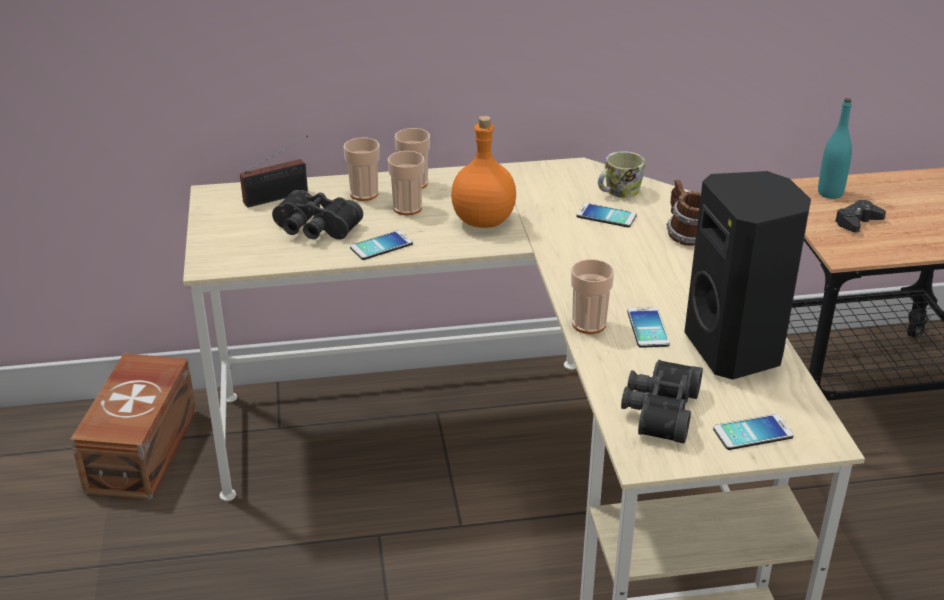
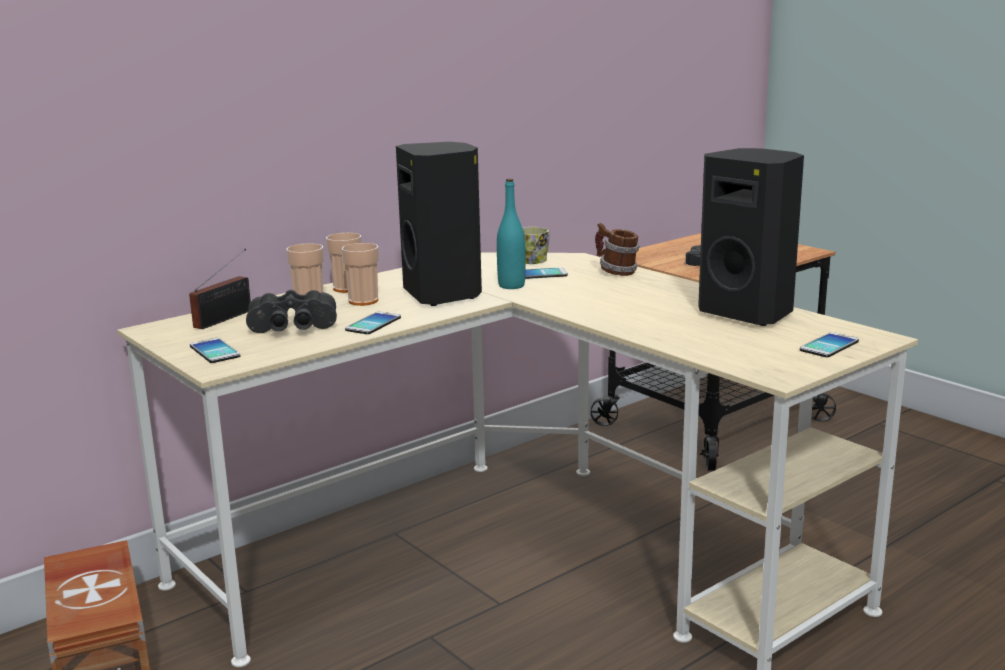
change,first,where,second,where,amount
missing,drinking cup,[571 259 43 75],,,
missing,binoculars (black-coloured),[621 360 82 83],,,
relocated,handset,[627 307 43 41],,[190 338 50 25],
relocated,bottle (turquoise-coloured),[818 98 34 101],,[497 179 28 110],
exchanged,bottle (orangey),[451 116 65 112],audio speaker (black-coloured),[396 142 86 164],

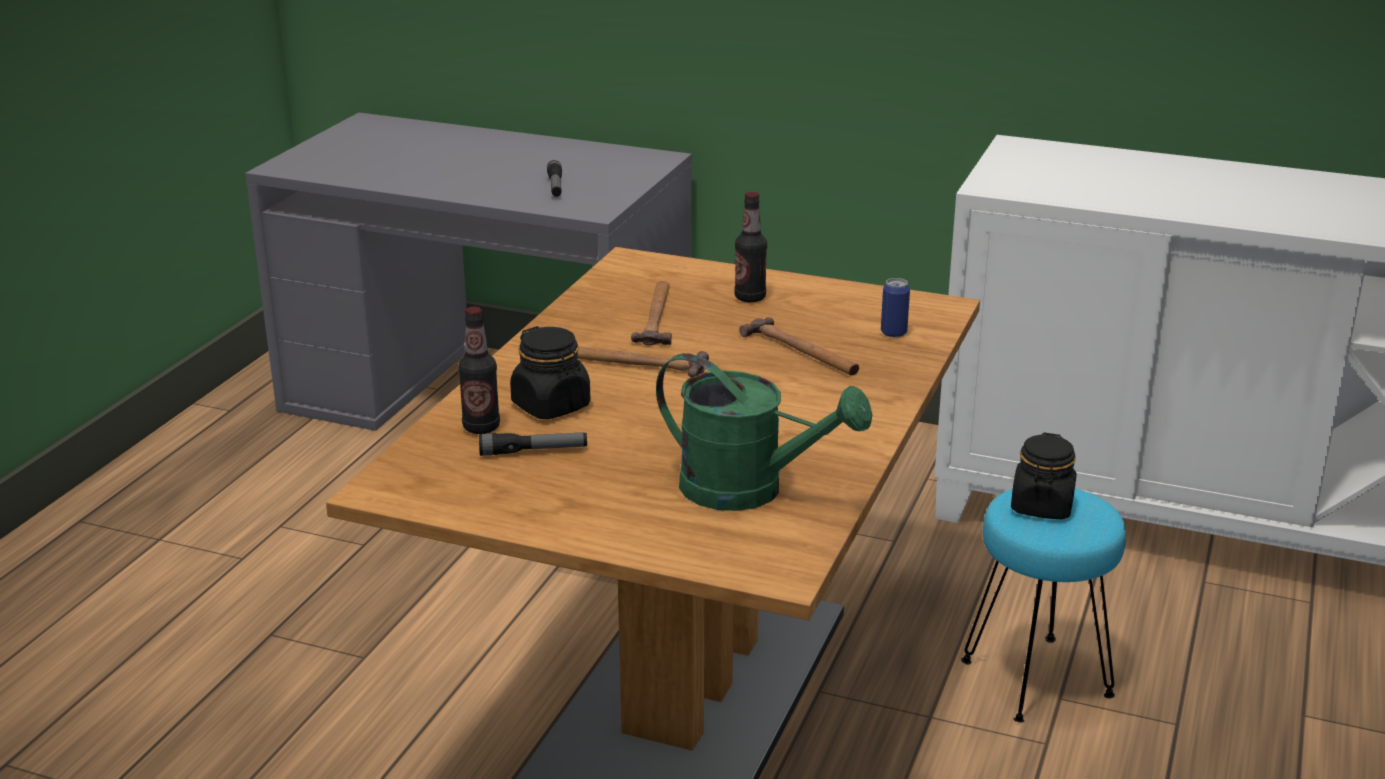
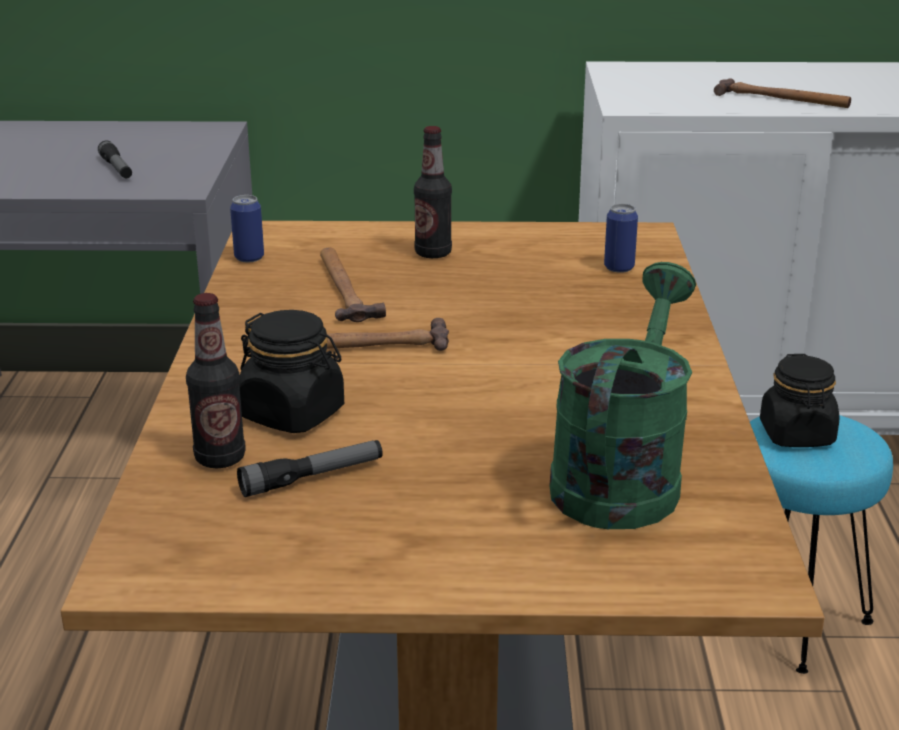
change,first,where,second,where,amount
appeared,,,sealed can,[230 195 34 67],
relocated,tool hammer,[739 317 120 59],,[714 78 137 30],
spun,watering pot (green),[656 353 216 158],,[549 262 147 267],75 degrees counterclockwise

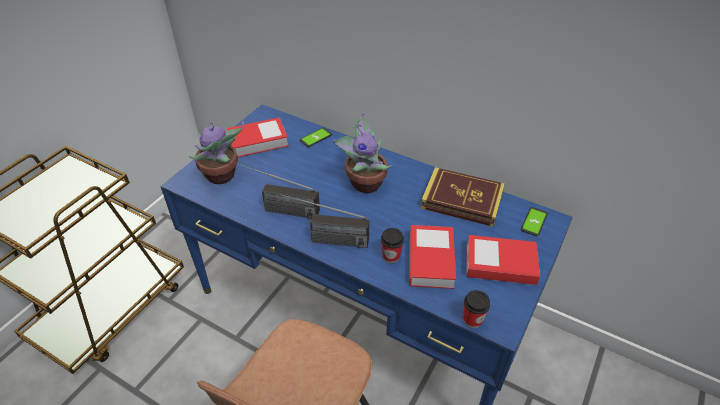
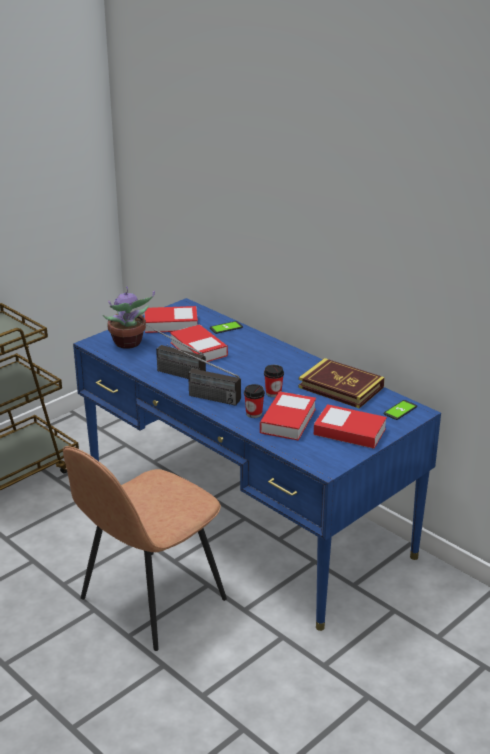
change,first,where,second,where,amount
missing,potted plant,[333 112 59 81],,,
appeared,,,volume,[170 324 58 38],
relocated,drinking cup,[463 290 27 38],,[264 365 20 32],

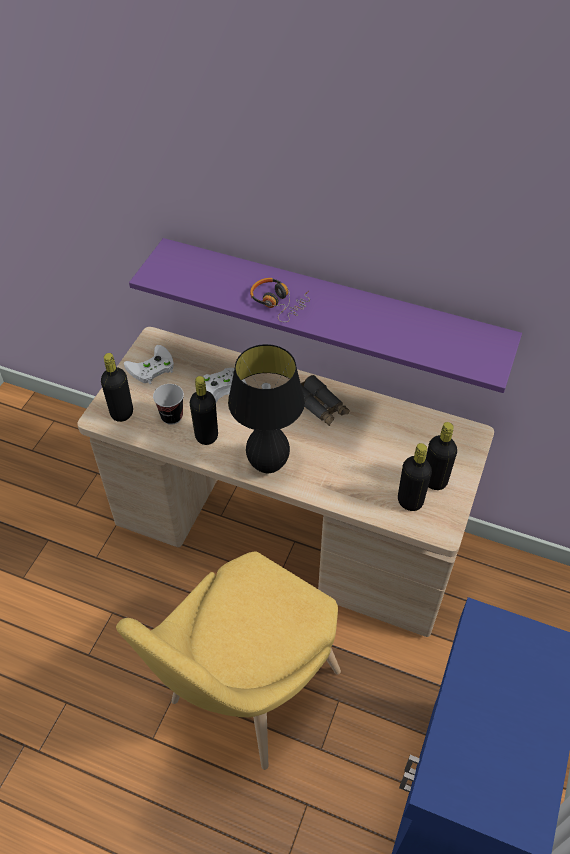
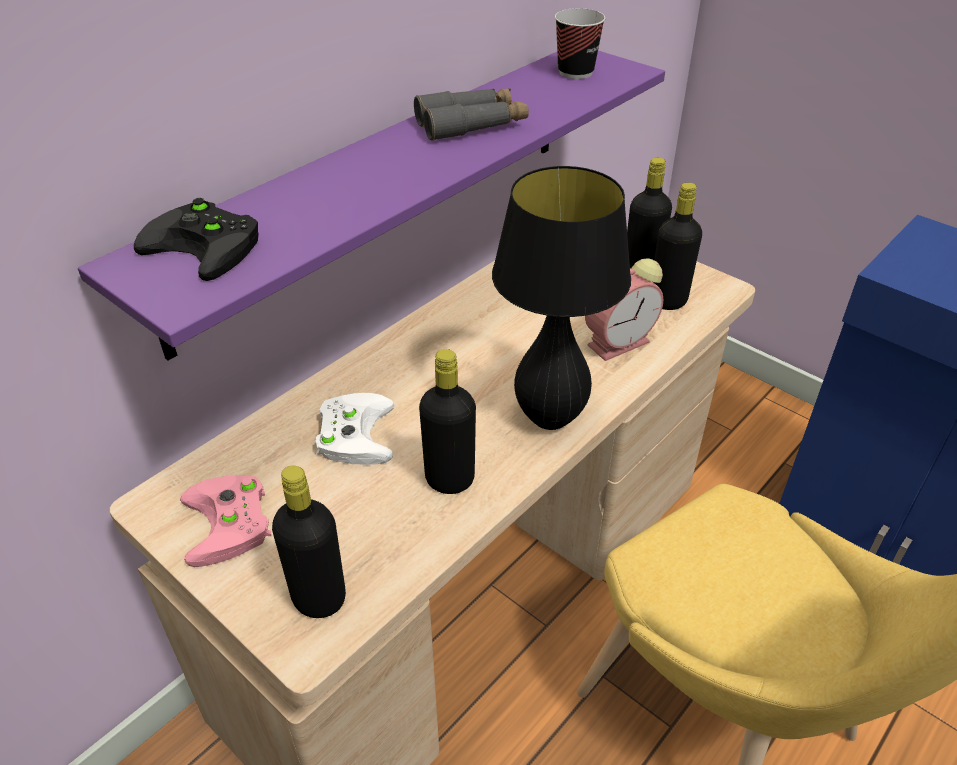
change,first,where,second,where,amount
missing,headset,[250 278 60 44],,,
appeared,,,joypad (black-coloured),[134 198 124 83],
appeared,,,alarm clock,[585 258 78 103],
relocated,drinking cup,[153 384 31 41],,[555 8 50 71],
relocated,binoculars (gray),[301 375 49 51],,[414 88 115 53],
colour,joypad (whitish),[124 345 50 40],joypad (pink),[180 476 91 91],

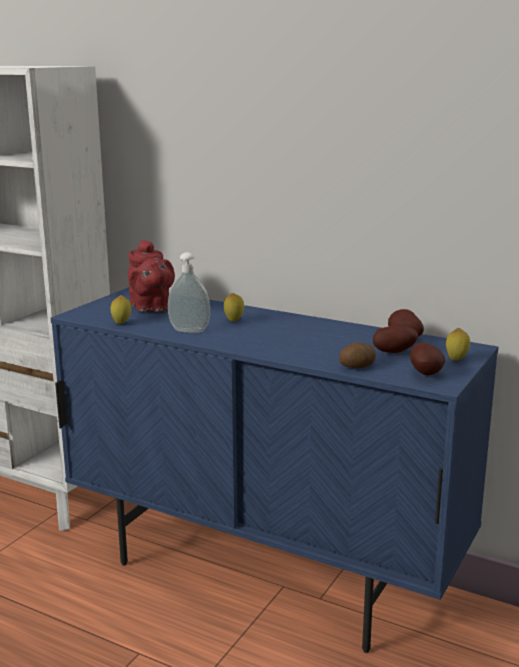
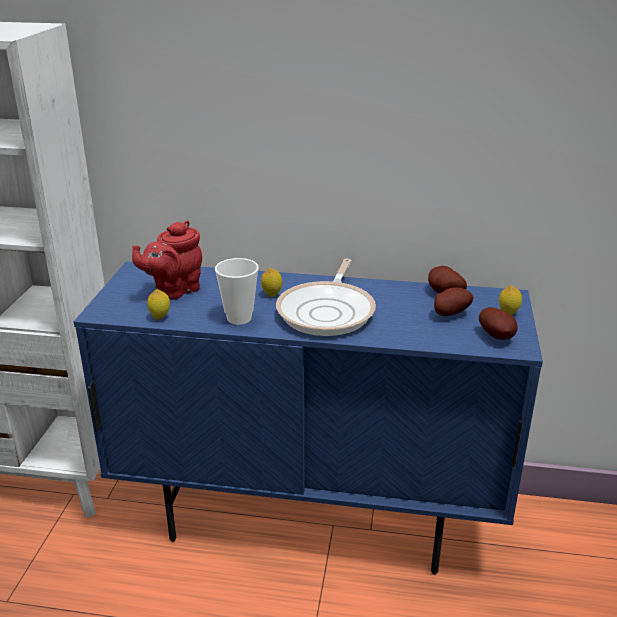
change,first,where,second,where,amount
missing,spud,[339 342 37 26],,,
appeared,,,frying pan,[276 259 100 77],
exchanged,soap bottle,[168 252 42 81],drinking cup,[215 258 44 67],
spun,teapot (red-coloured),[128 239 47 73],,[132 220 70 80],90 degrees clockwise

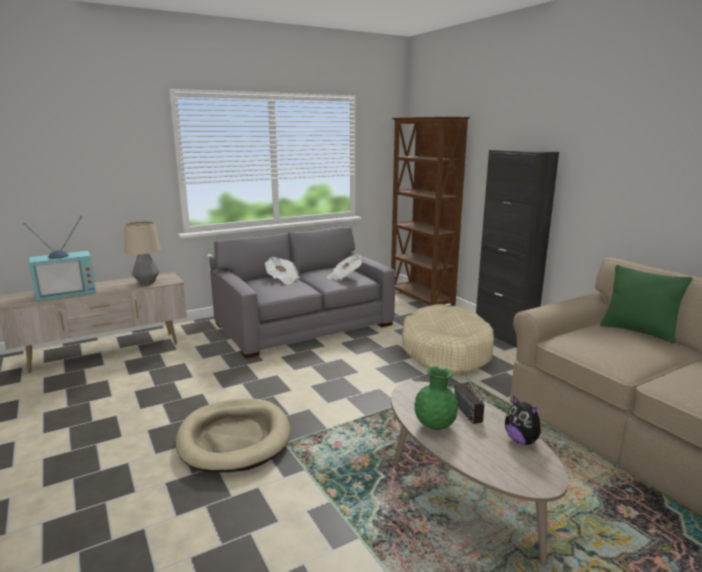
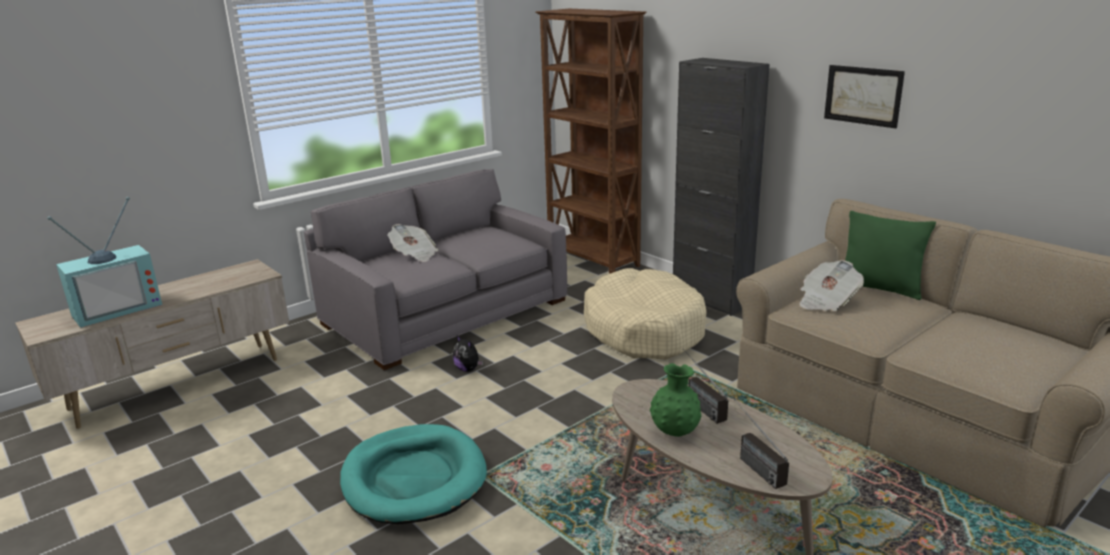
change,first,where,second,where,amount
missing,tabletop lamp,[124 221 37 64],,,
appeared,,,radio receiver,[734 399 55 90],
appeared,,,picture,[824 65 81 63],
relocated,daily paper,[327 255 35 25],,[800 260 64 51],
relocated,cuddly toy,[505 395 43 50],,[453 335 30 37],
colour,pet bed (sand-coloured),[176 399 114 73],pet bed (turquoise-coloured),[340 424 147 100],

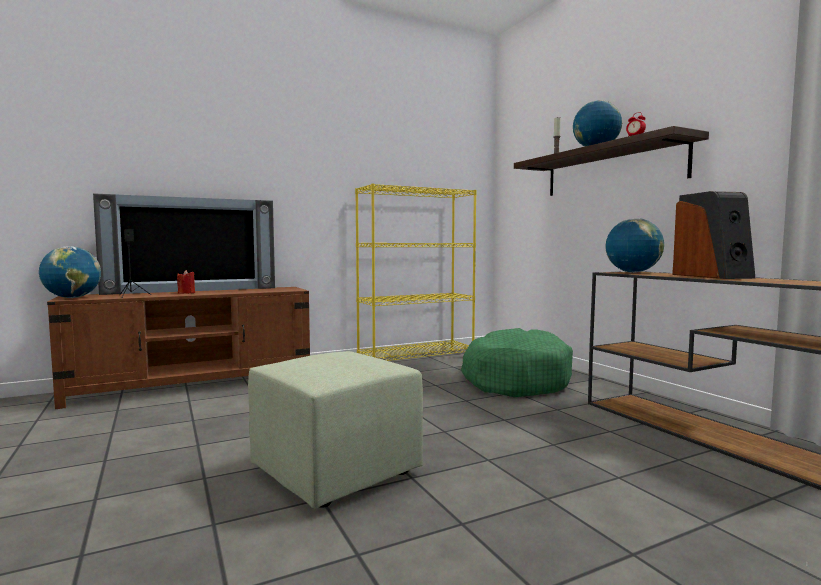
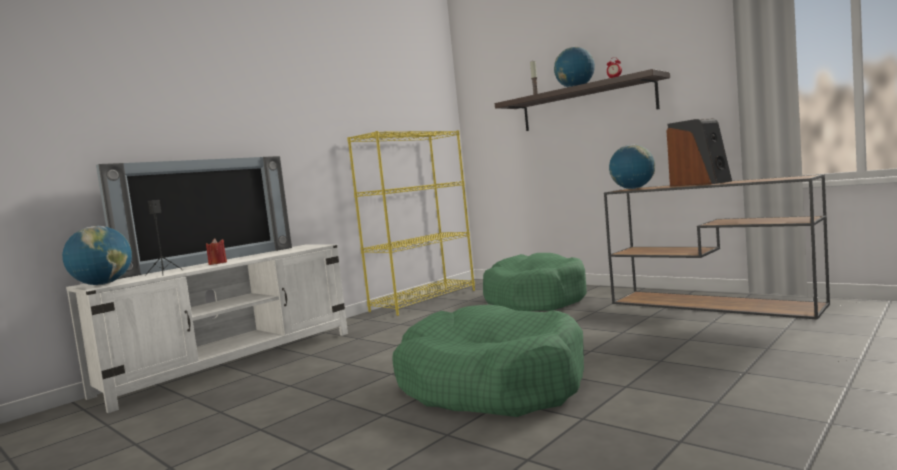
change,first,where,second,where,amount
exchanged,footrest (green),[248 351 175 157],pet bed (green),[392 304 192 113],
colour,tv unit (brown),[47 287 263 122],tv unit (whitish),[66 244 282 169],

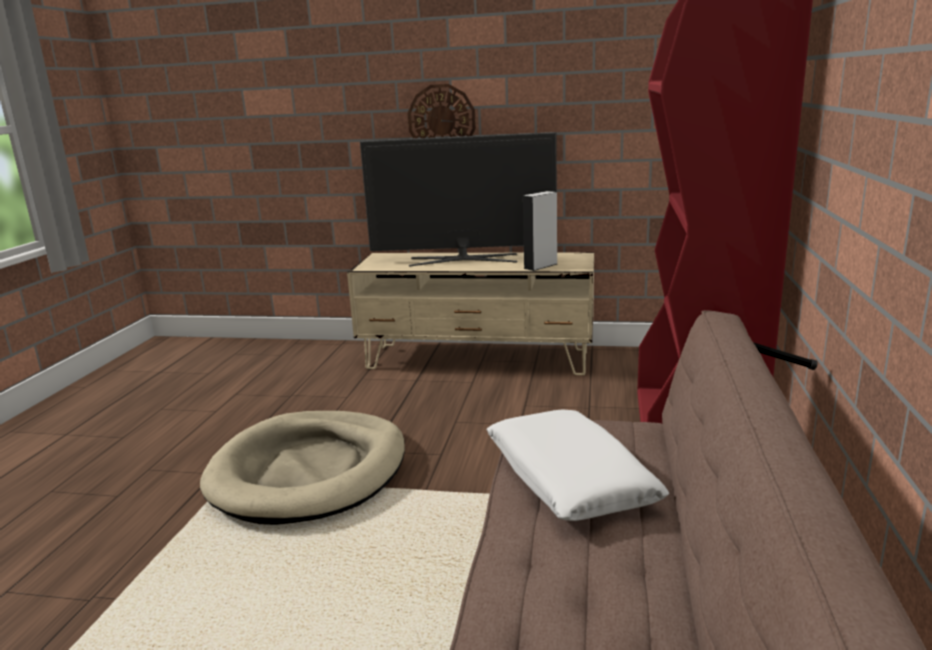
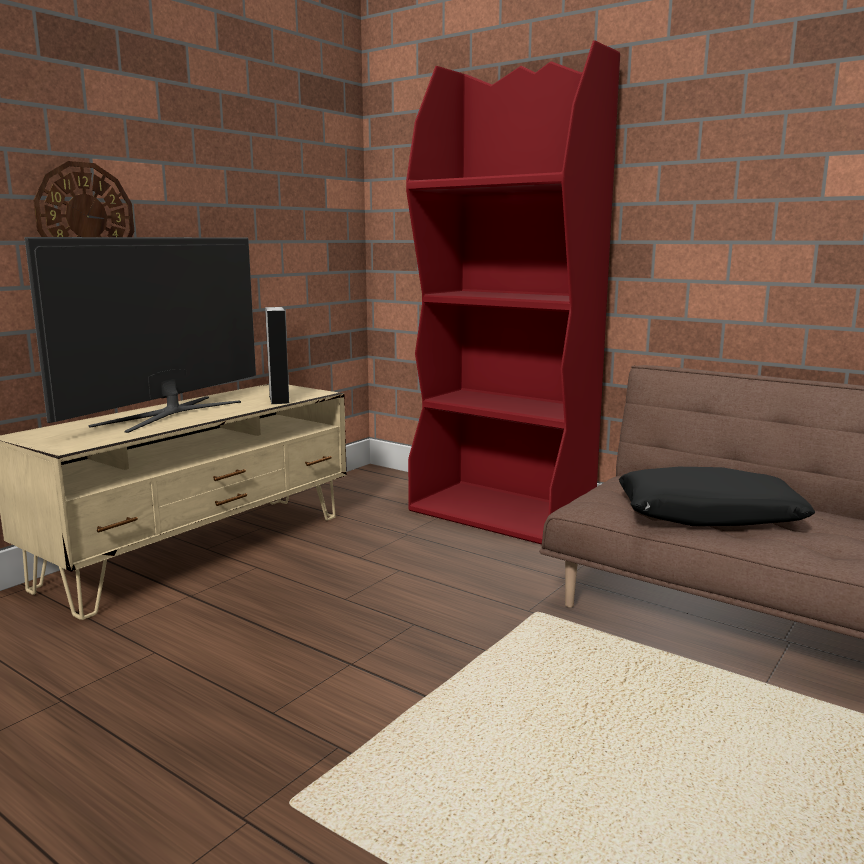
change,first,where,second,where,amount
missing,pet bed (sand-coloured),[200 411 205 114],,,
colour,cushion (whitish),[487 409 182 112],cushion (black-coloured),[619 467 196 59],

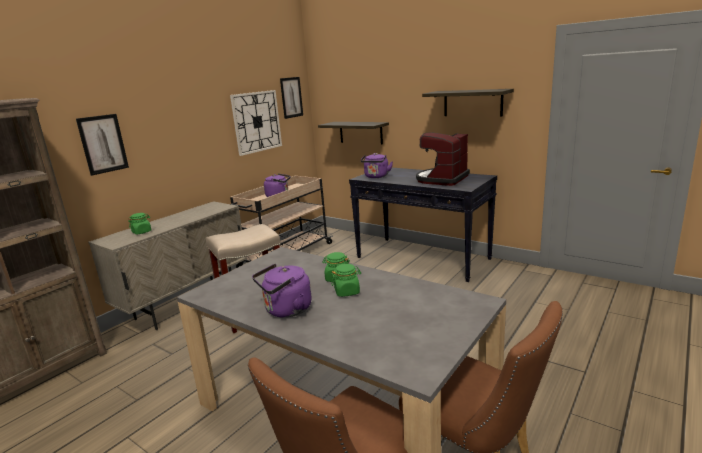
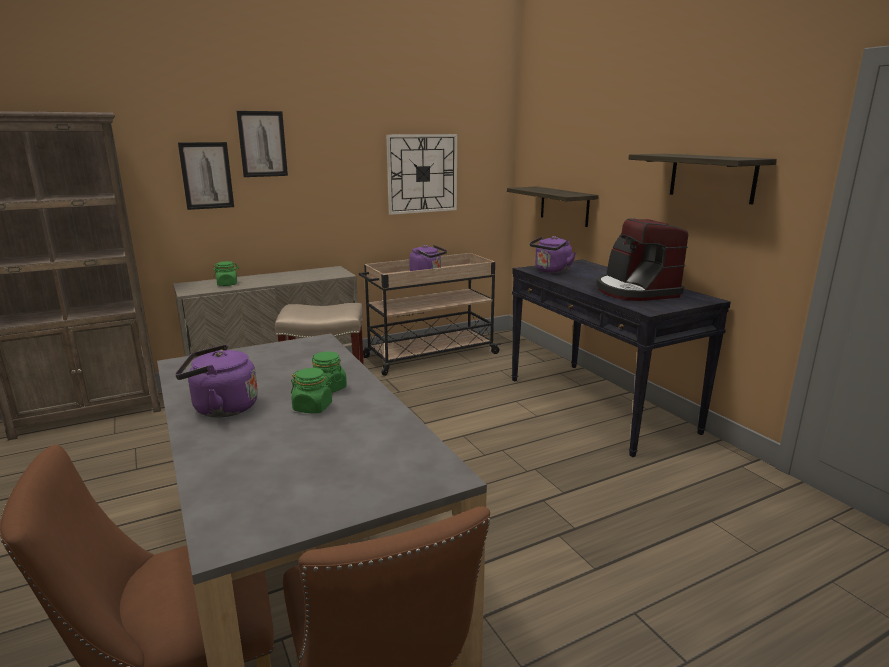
change,first,where,second,where,amount
relocated,picture,[280 77 23 42],,[237 111 51 66],
spun,coffee maker,[416 132 54 54],,[597 218 91 83],75 degrees counterclockwise

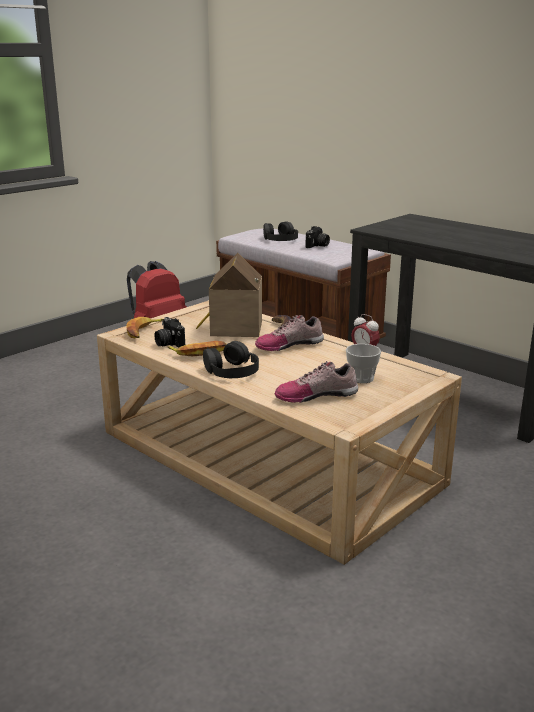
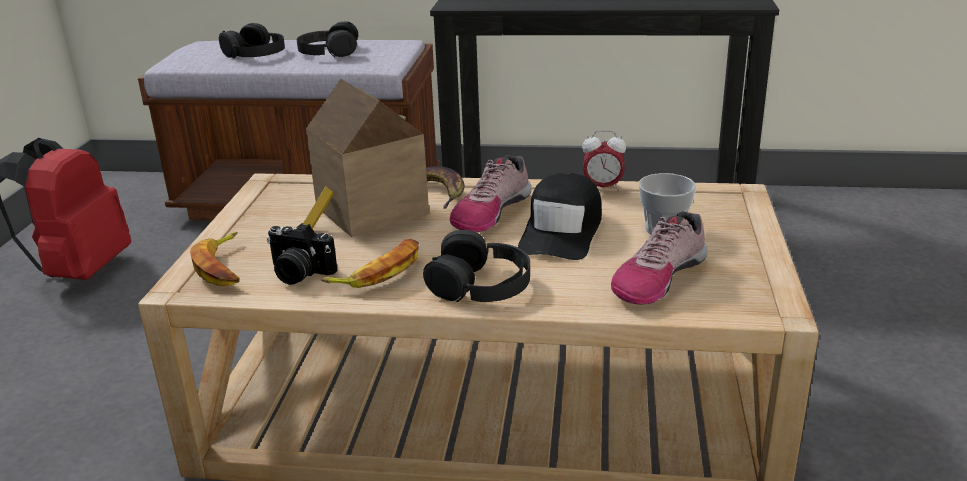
change,first,where,second,where,amount
appeared,,,peaked cap (black-coloured),[518 173 84 87],
exchanged,photo camera,[306 226 24 22],headset (black-coloured),[297 21 61 36],

